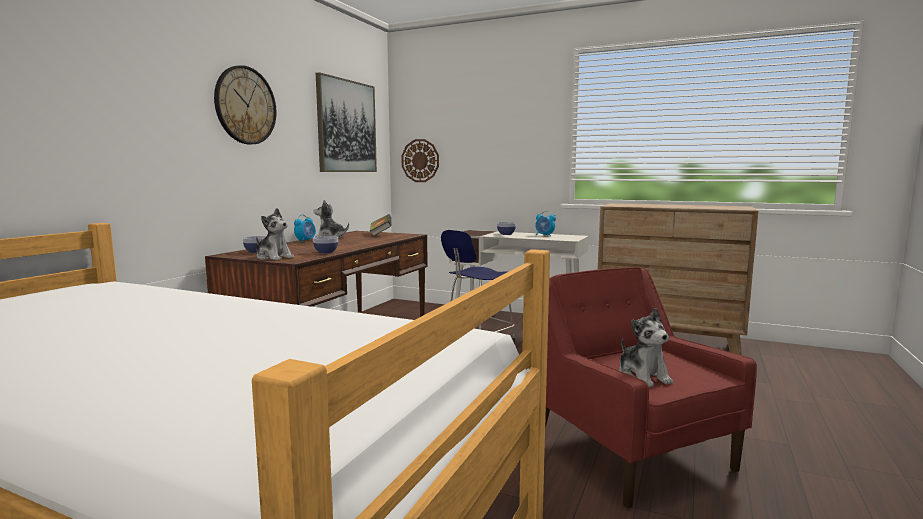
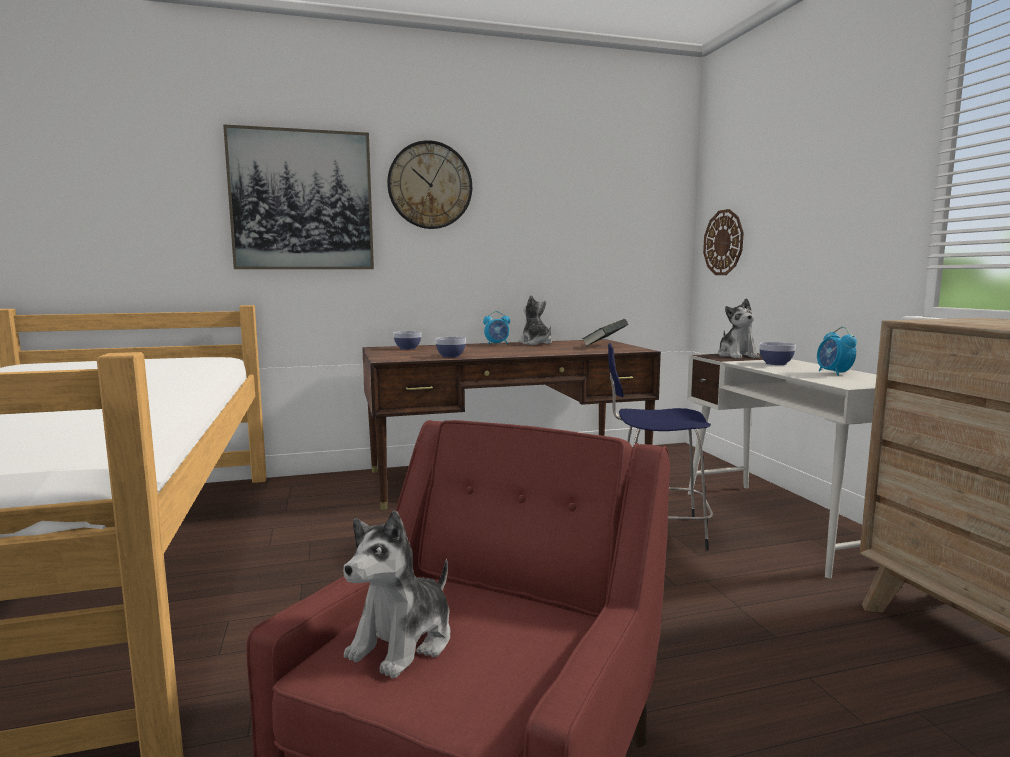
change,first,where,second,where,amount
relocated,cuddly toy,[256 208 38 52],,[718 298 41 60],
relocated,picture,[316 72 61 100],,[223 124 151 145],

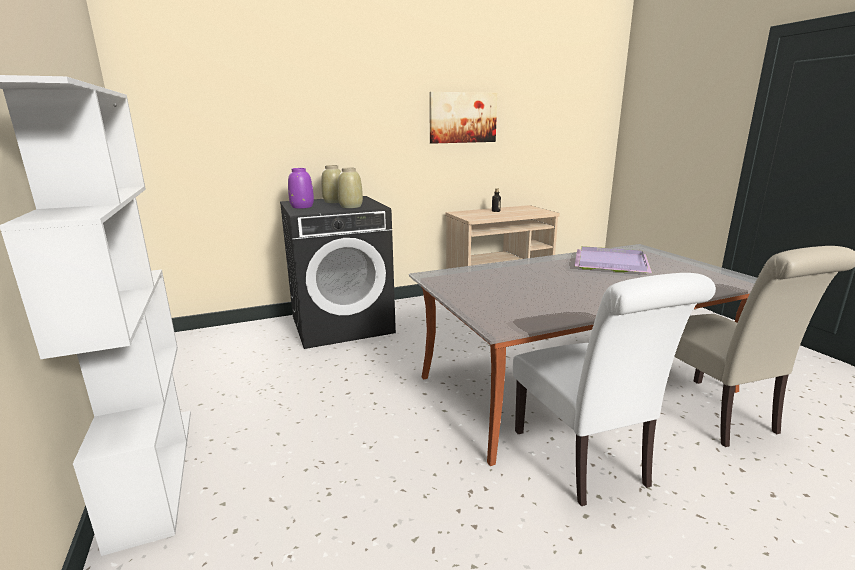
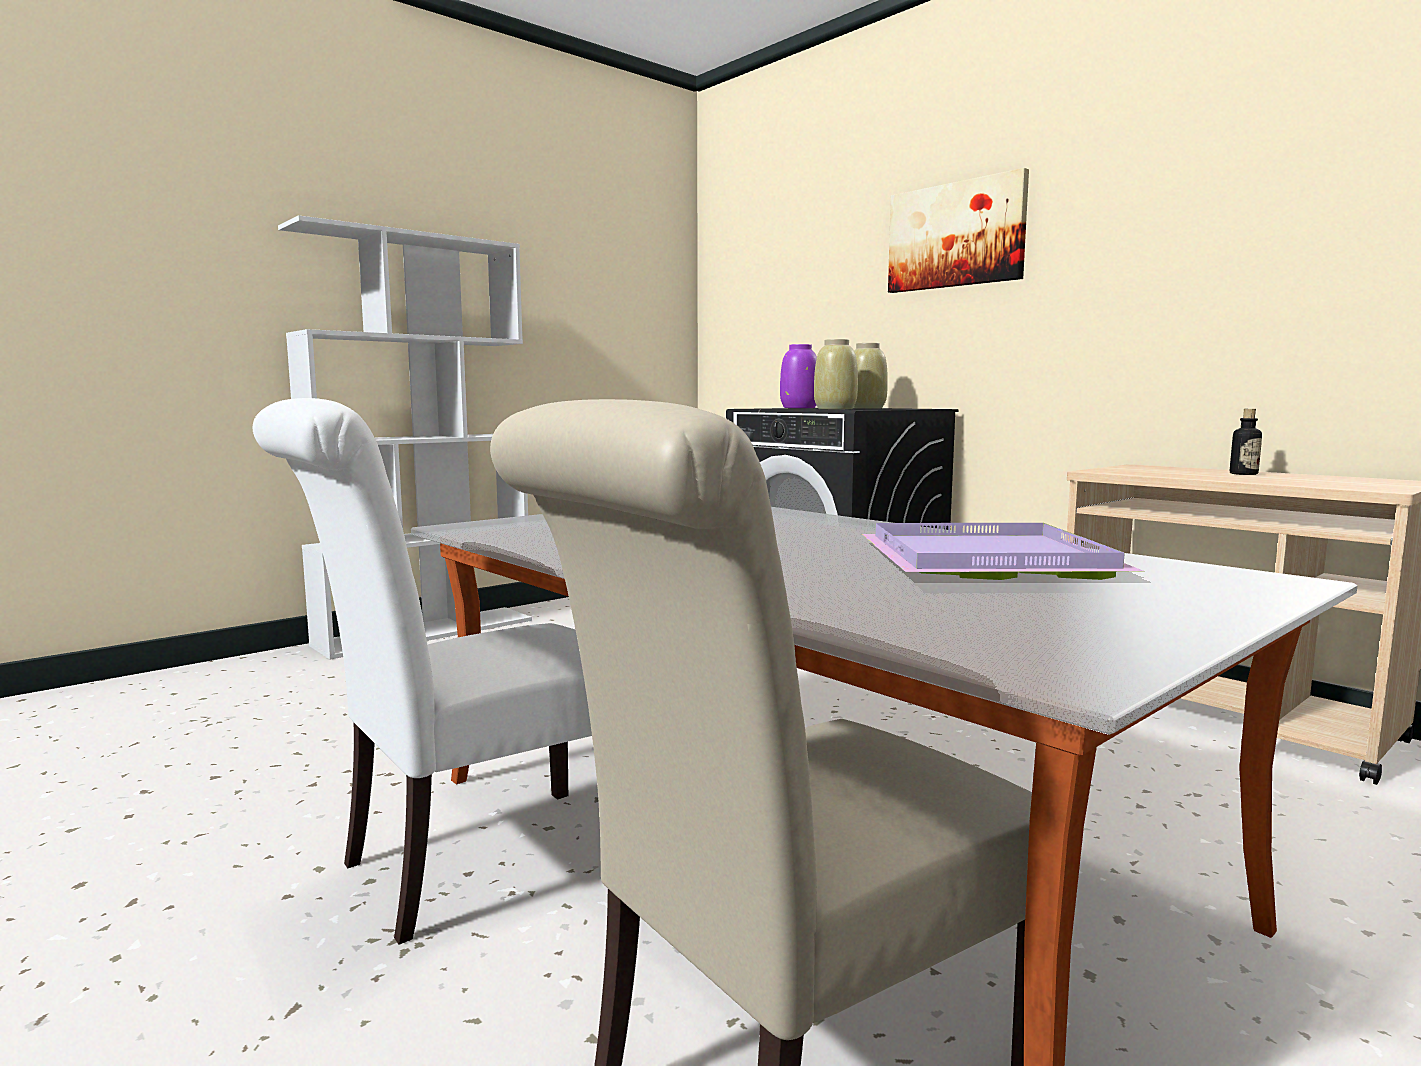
change,first,where,second,where,amount
relocated,picture,[429 92 68 52],,[888 168 141 125],

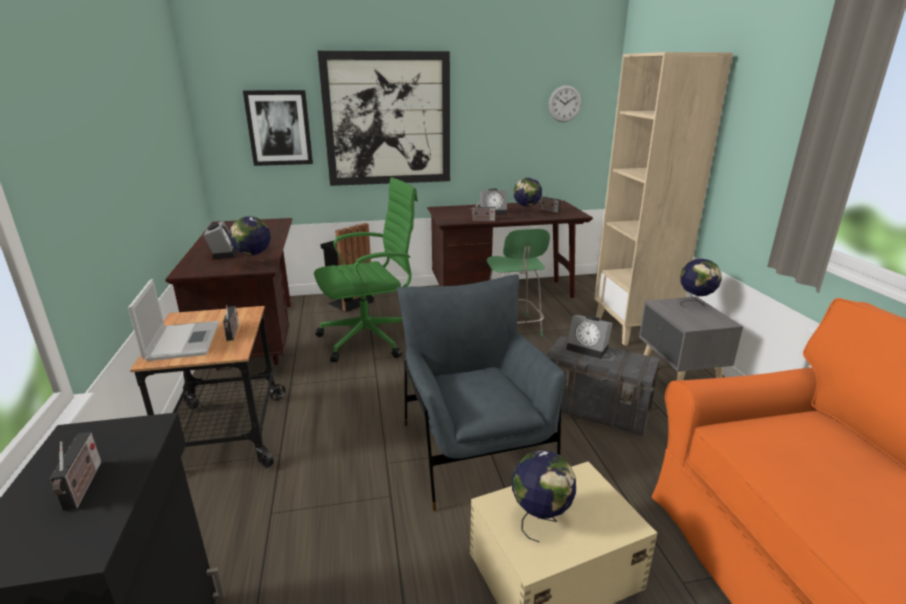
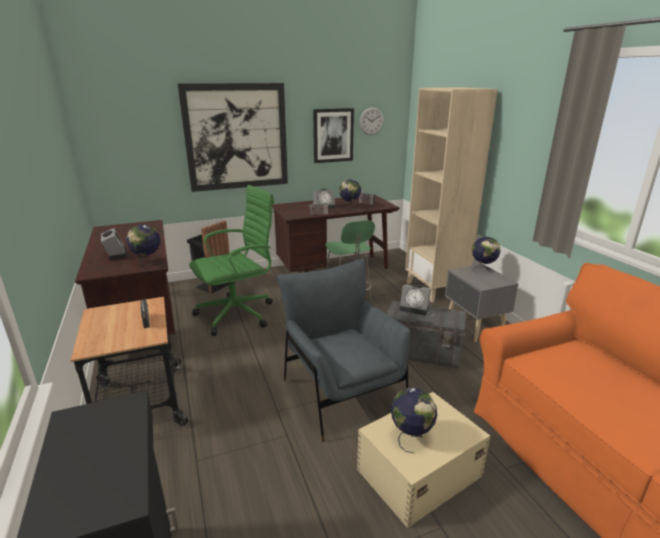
change,first,where,second,where,amount
missing,radio receiver,[50 432 51 79],,,
missing,portable computer,[128 279 91 82],,,
relocated,picture,[243 90 70 76],,[313 108 41 55],

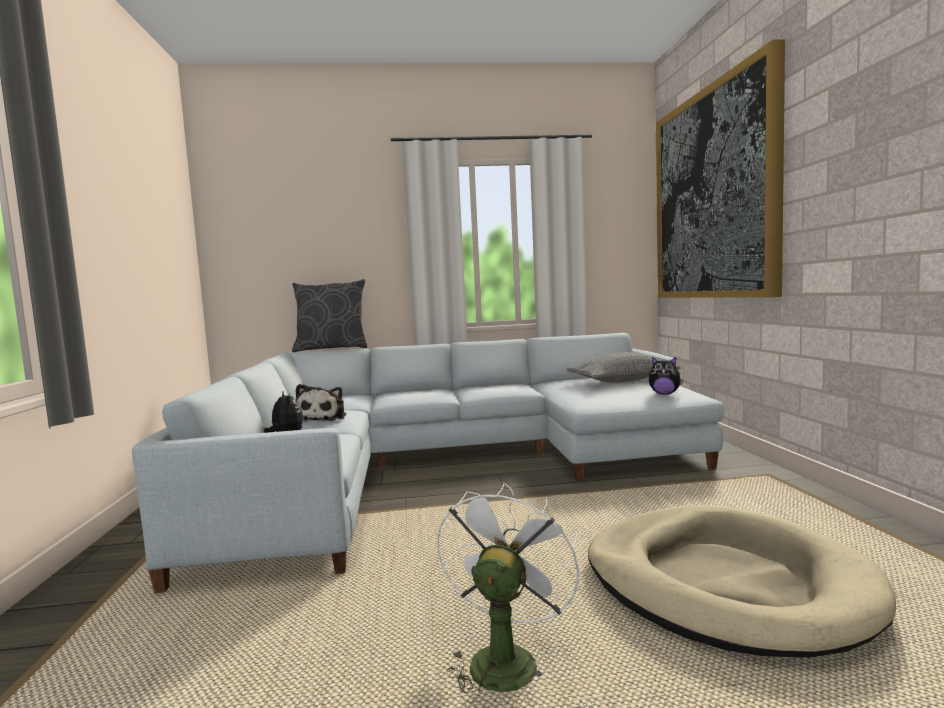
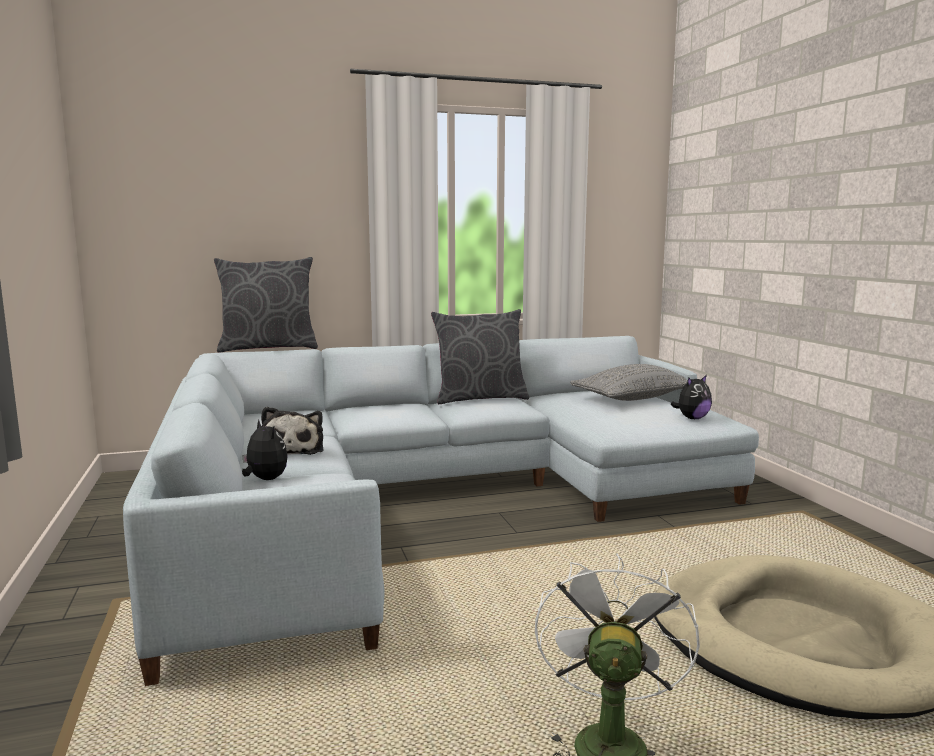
change,first,where,second,where,amount
missing,picture,[656 39 129 259],,,
appeared,,,cushion (gray),[431 309 98 95],
spun,cuddly toy,[649 357 34 38],,[671 375 41 44],45 degrees counterclockwise

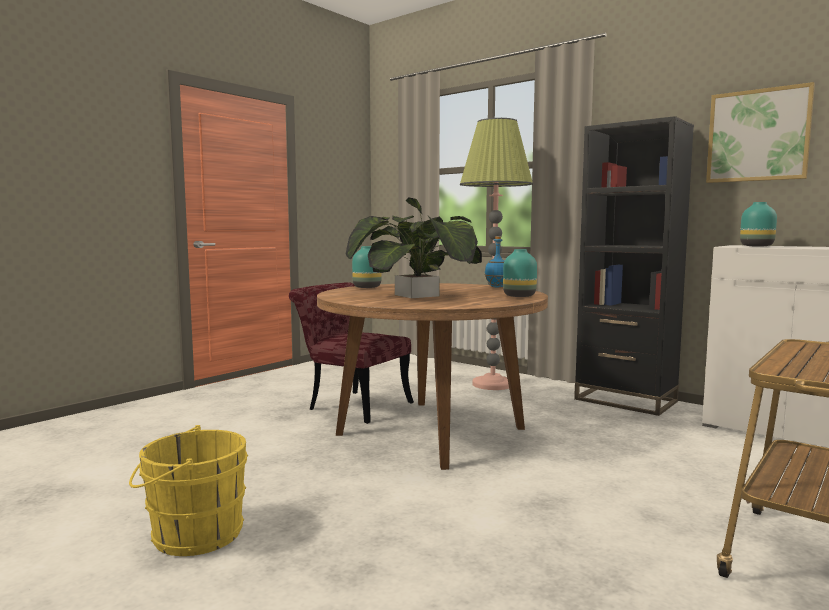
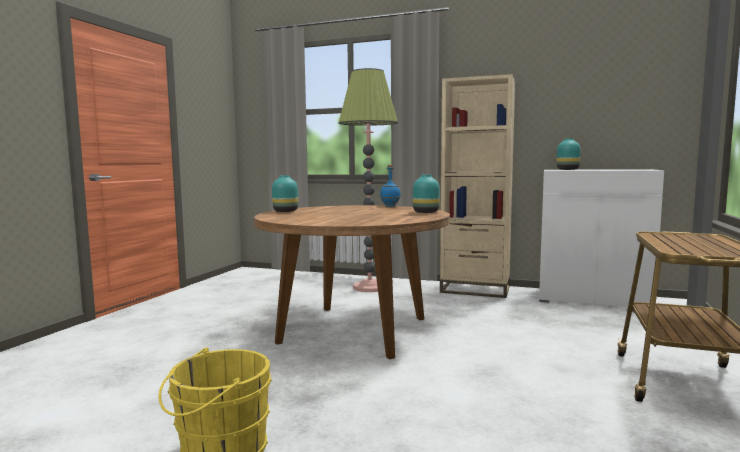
change,first,where,second,where,amount
missing,upright chair (red-coloured),[289 282 125 142],,,
missing,potted plant,[345 197 137 101],,,
missing,picture,[706 82 109 101],,,
colour,shelving unit (black-coloured),[574 116 120 300],shelving unit (sand-coloured),[440 74 75 224],

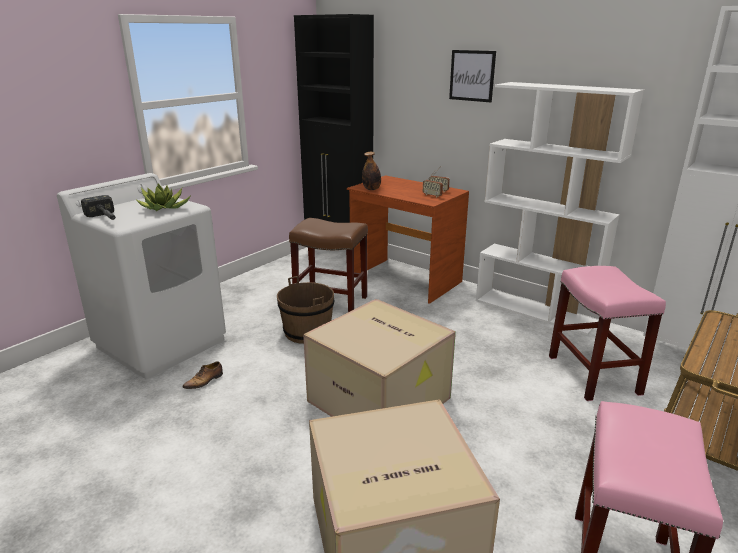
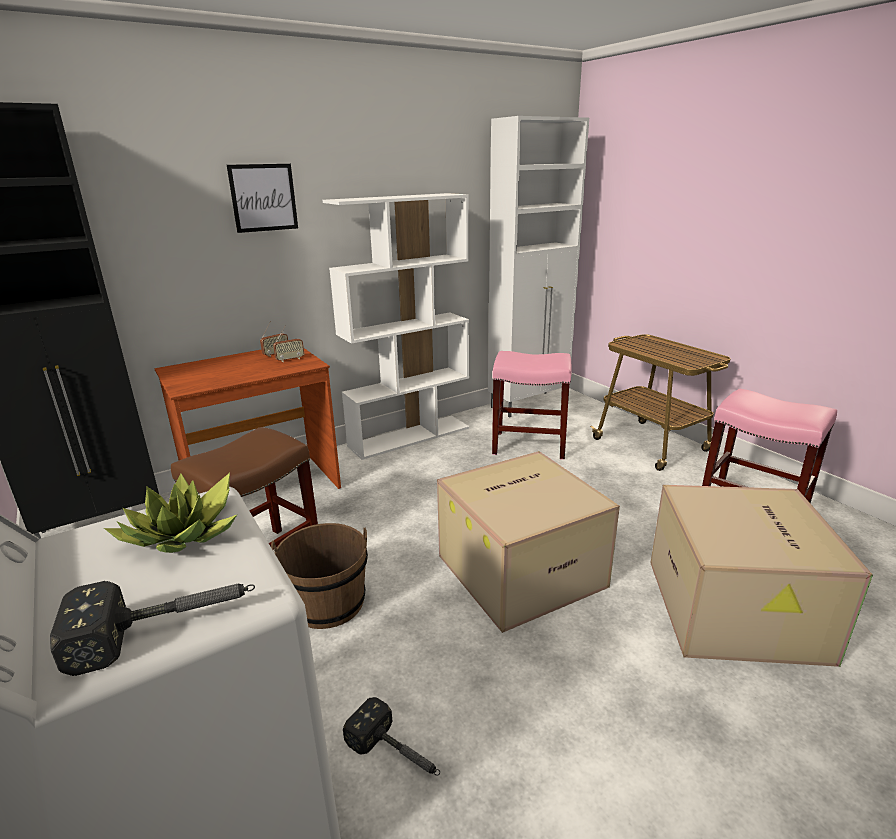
change,first,where,second,where,amount
missing,bottle,[362 152 19 38],,,
exchanged,low shoe,[183 361 40 28],tool hammer,[343 697 97 79],

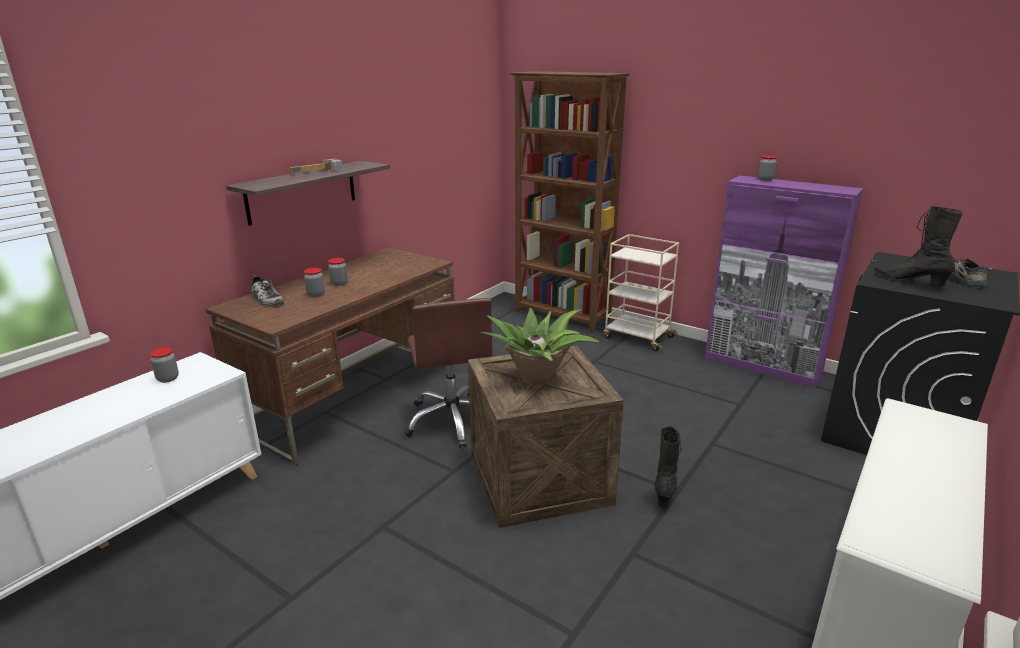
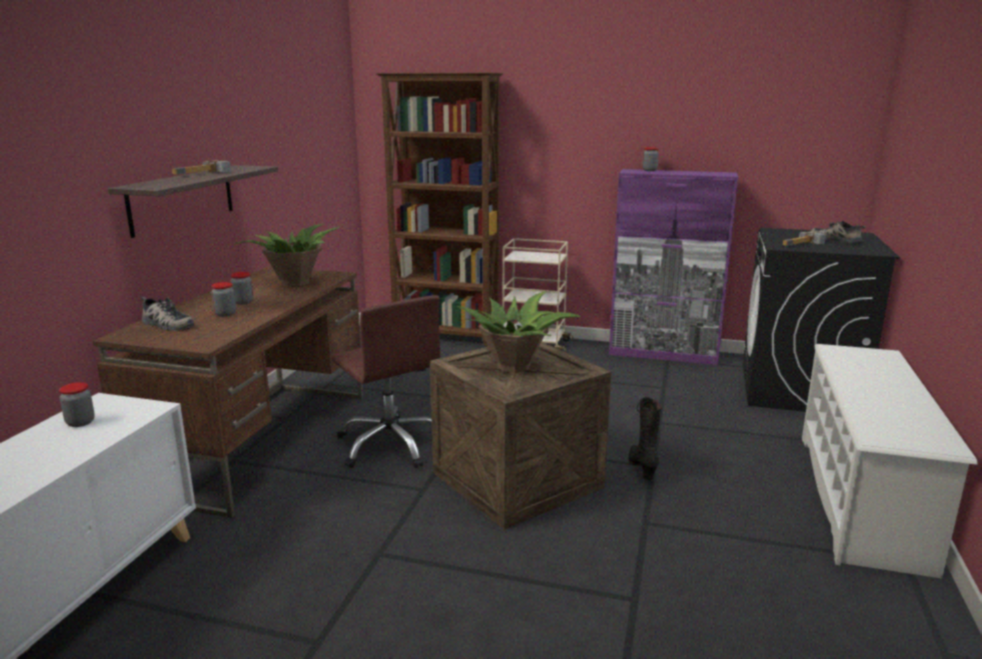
change,first,where,second,where,amount
appeared,,,potted plant,[236 224 103 63],
exchanged,high-top boot (black-coloured),[874 206 89 81],tool hammer,[783 231 43 15],

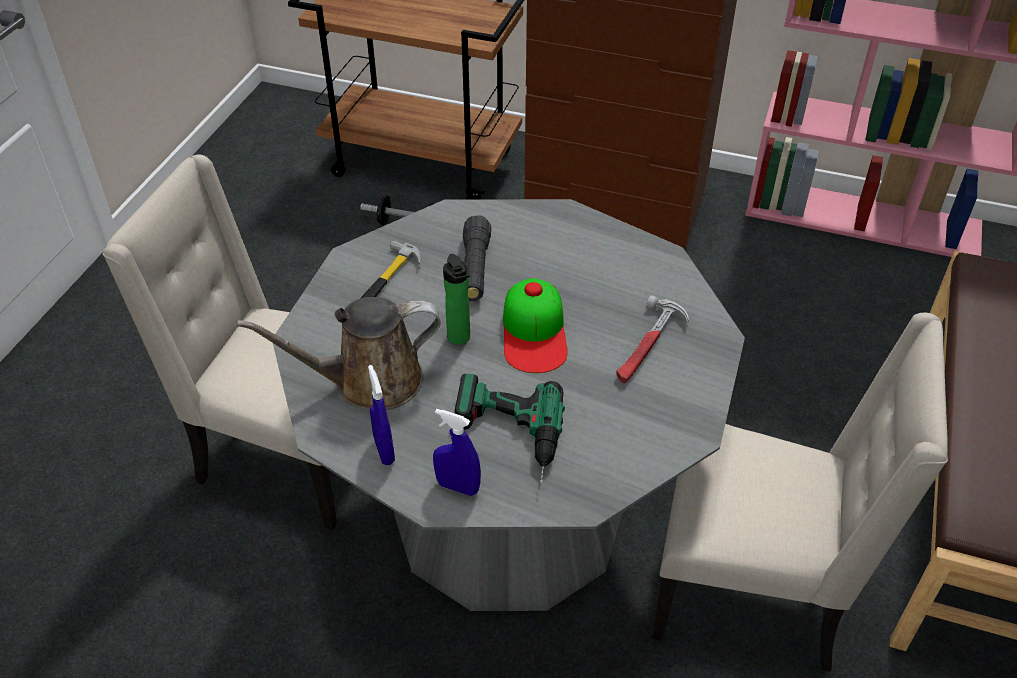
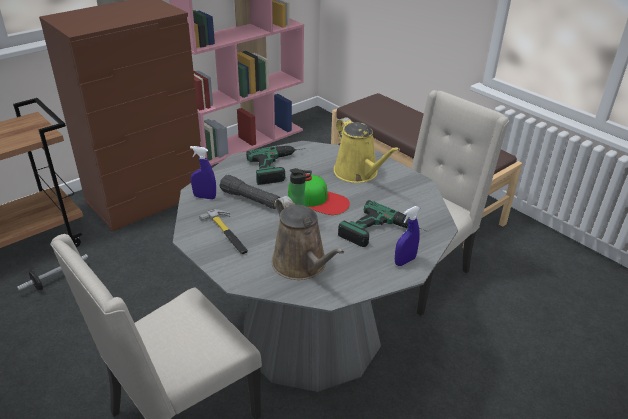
change,first,where,second,where,amount
appeared,,,electric drill,[246 146 60 39],
relocated,sprayer (blue),[368 365 27 100],,[190 146 26 54],
exchanged,tool hammer,[616 295 73 88],watering pot (yellowish),[334 117 66 66],
spun,watering pot (brown),[236 297 205 113],,[272 196 72 84],45 degrees counterclockwise

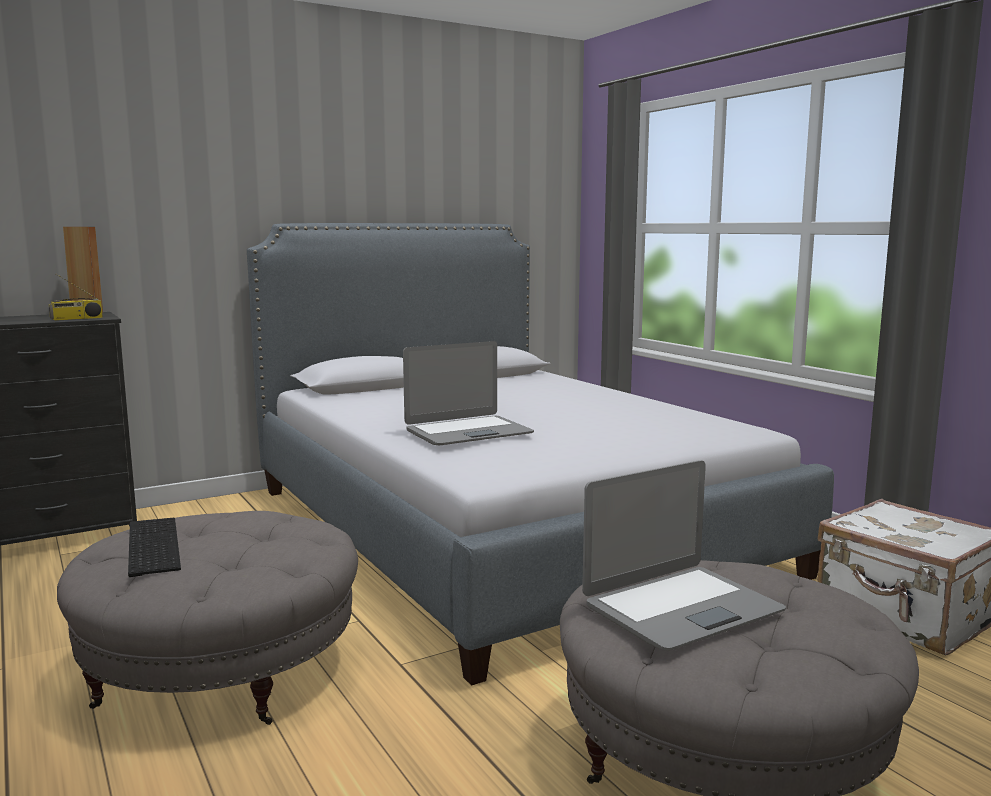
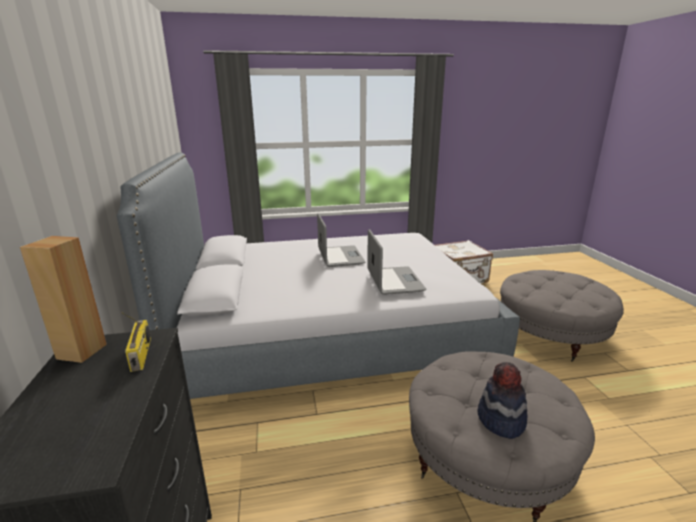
change,first,where,second,where,amount
relocated,portable computer,[582 460 204 191],,[317 213 49 54],
exchanged,PC keyboard,[128 518 53 59],hat,[478 362 49 77],

